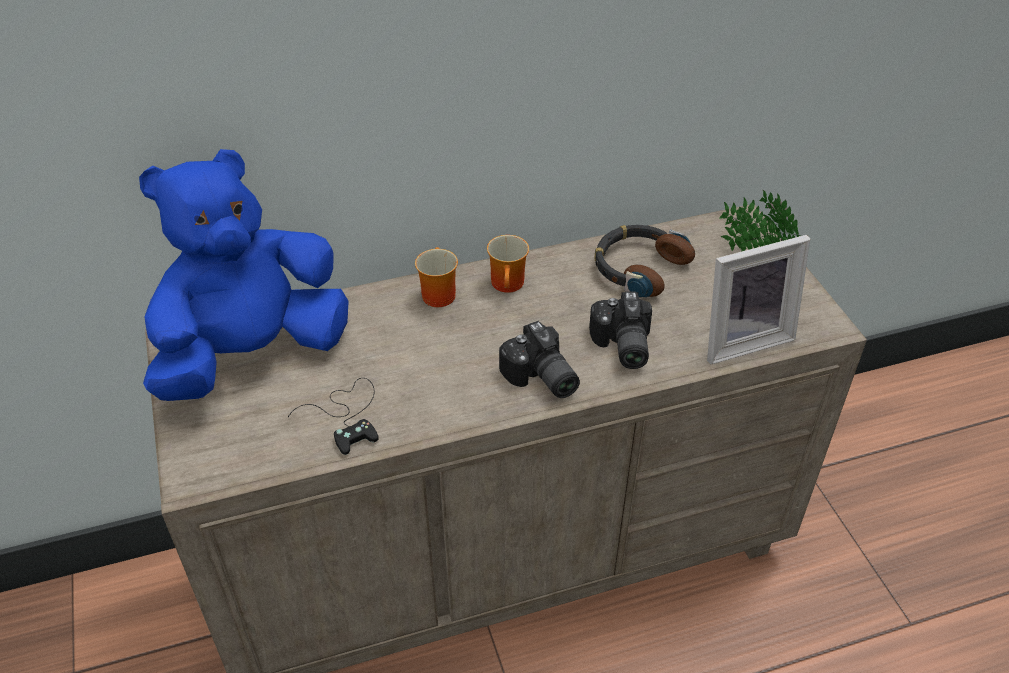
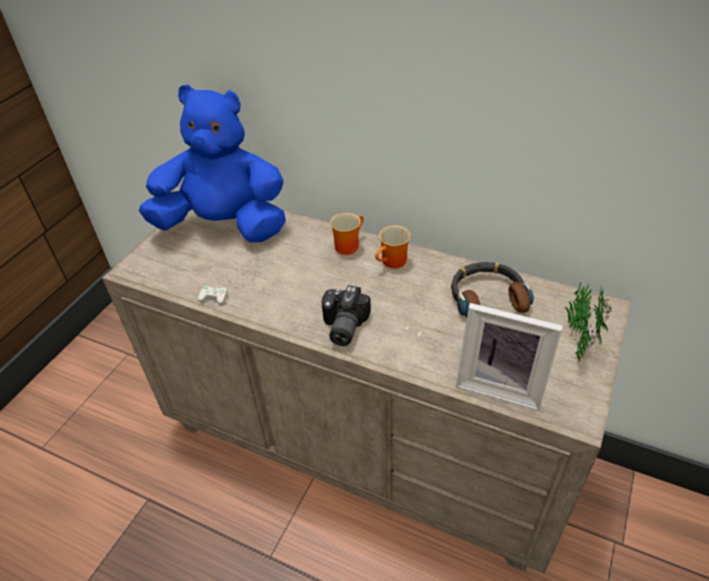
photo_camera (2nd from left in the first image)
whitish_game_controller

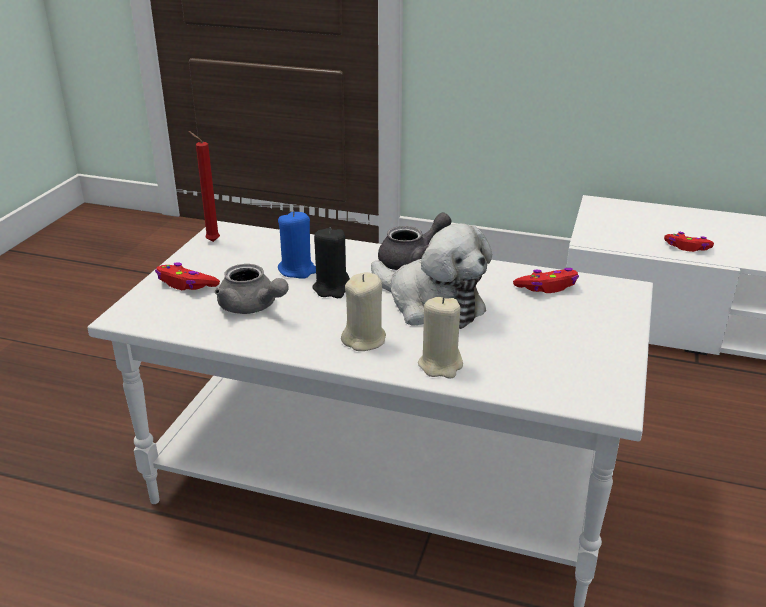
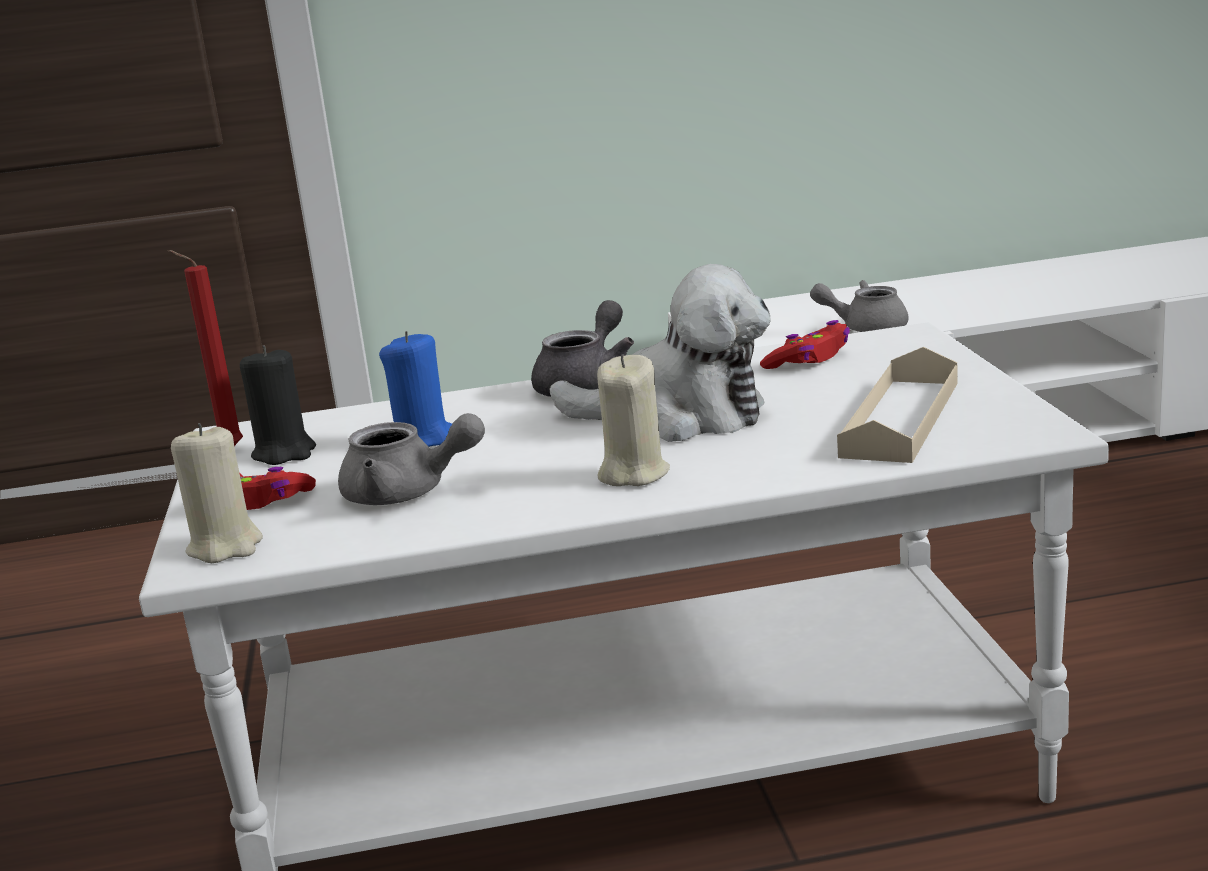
black_candle
greyish_teapot (3rd from left)
beige_candle (1st from left)
beige_tray

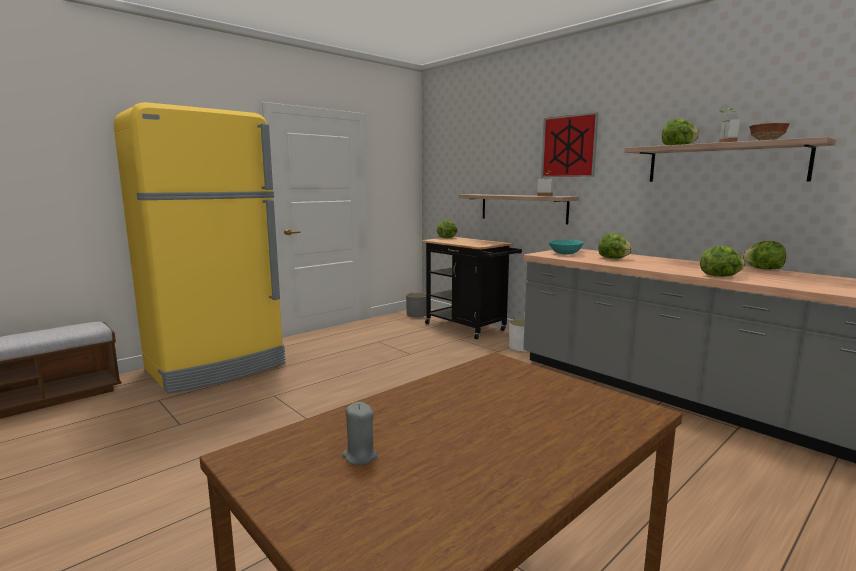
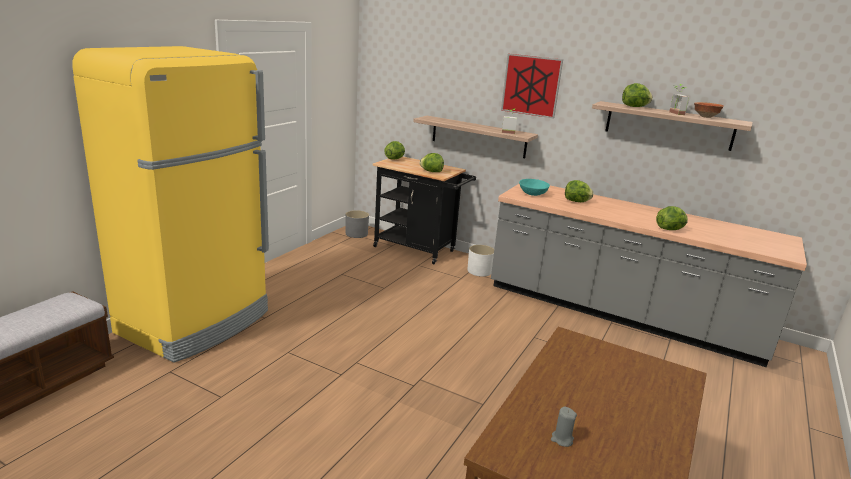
lettuce_head (2nd from left)

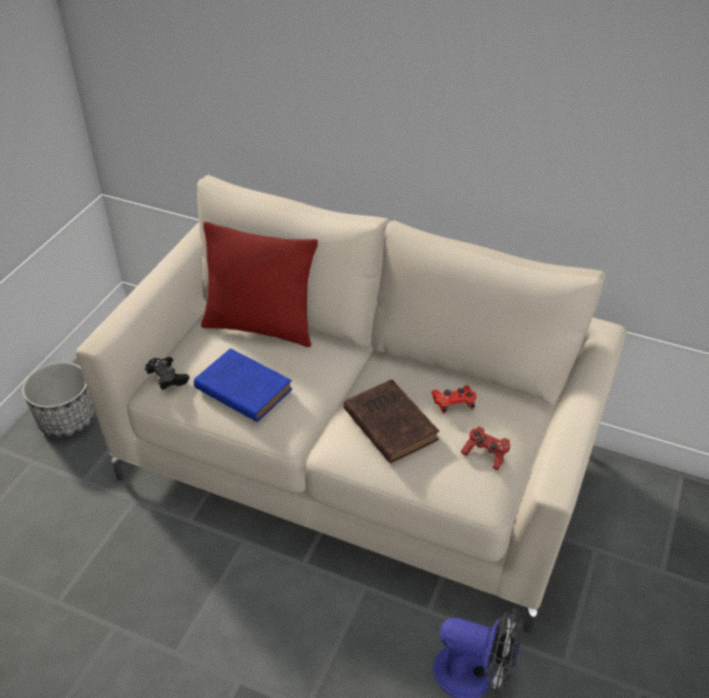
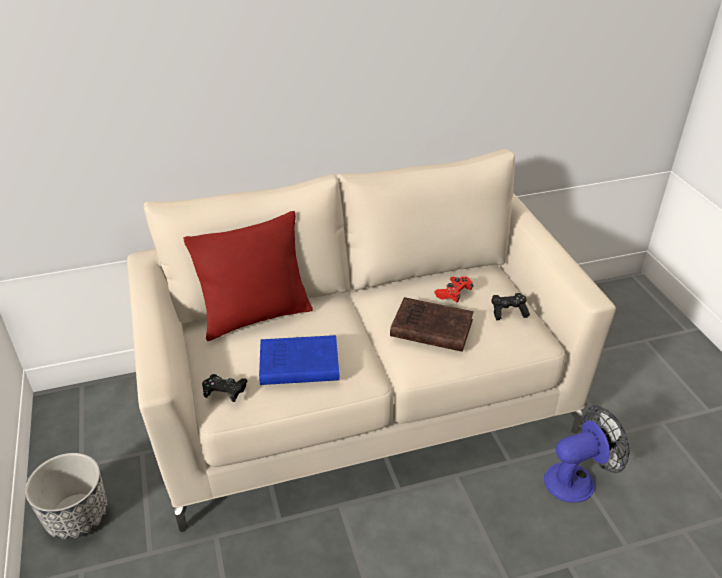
black_game_controller (2nd from left)

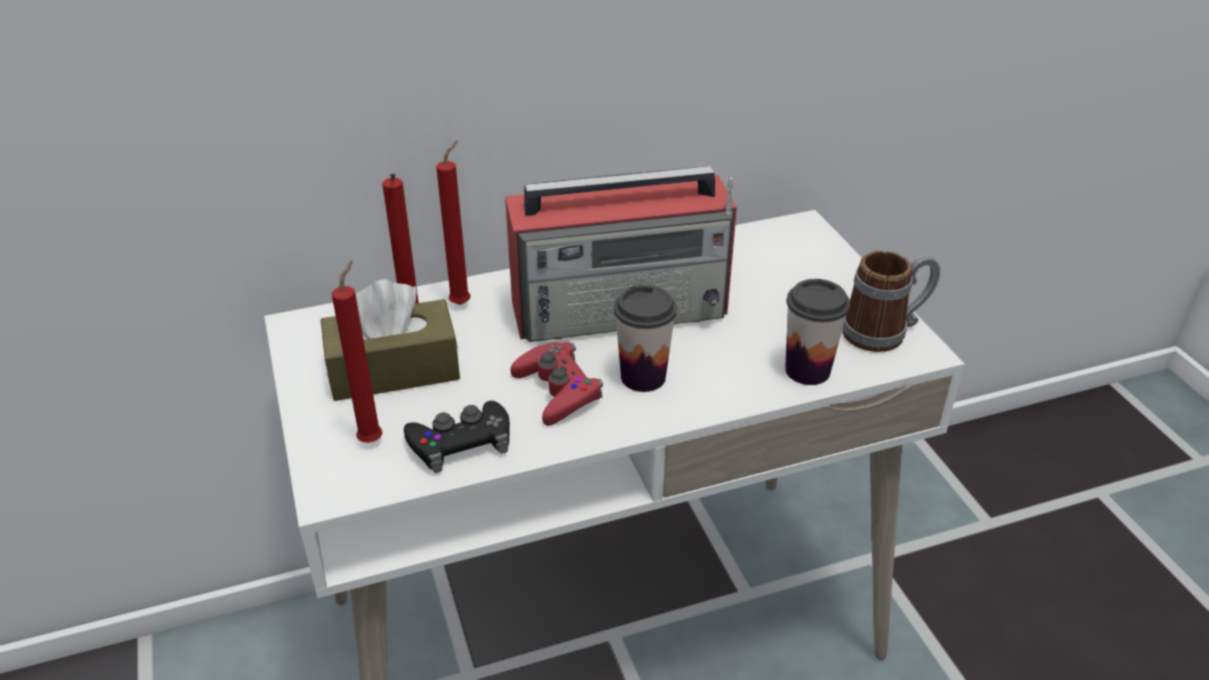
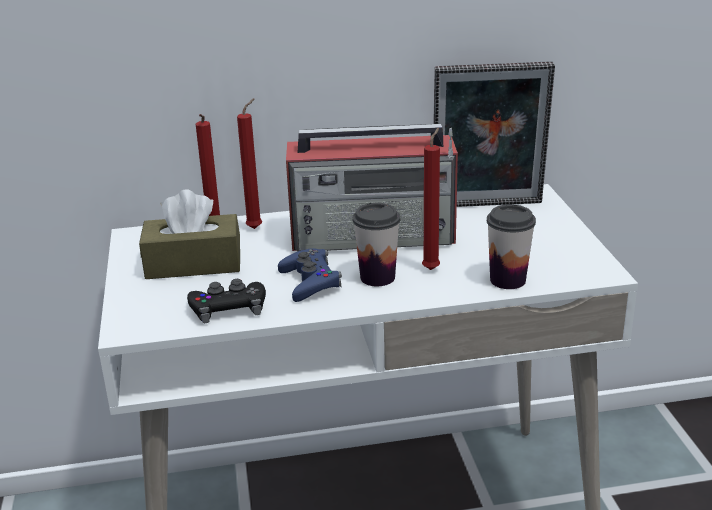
tea_mug
red-coloured_candle (3rd from left)
blue_game_controller
picture_frame

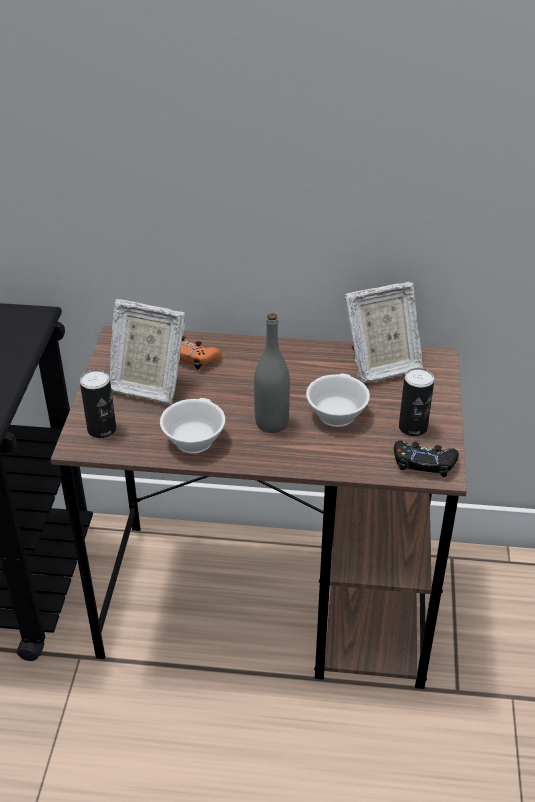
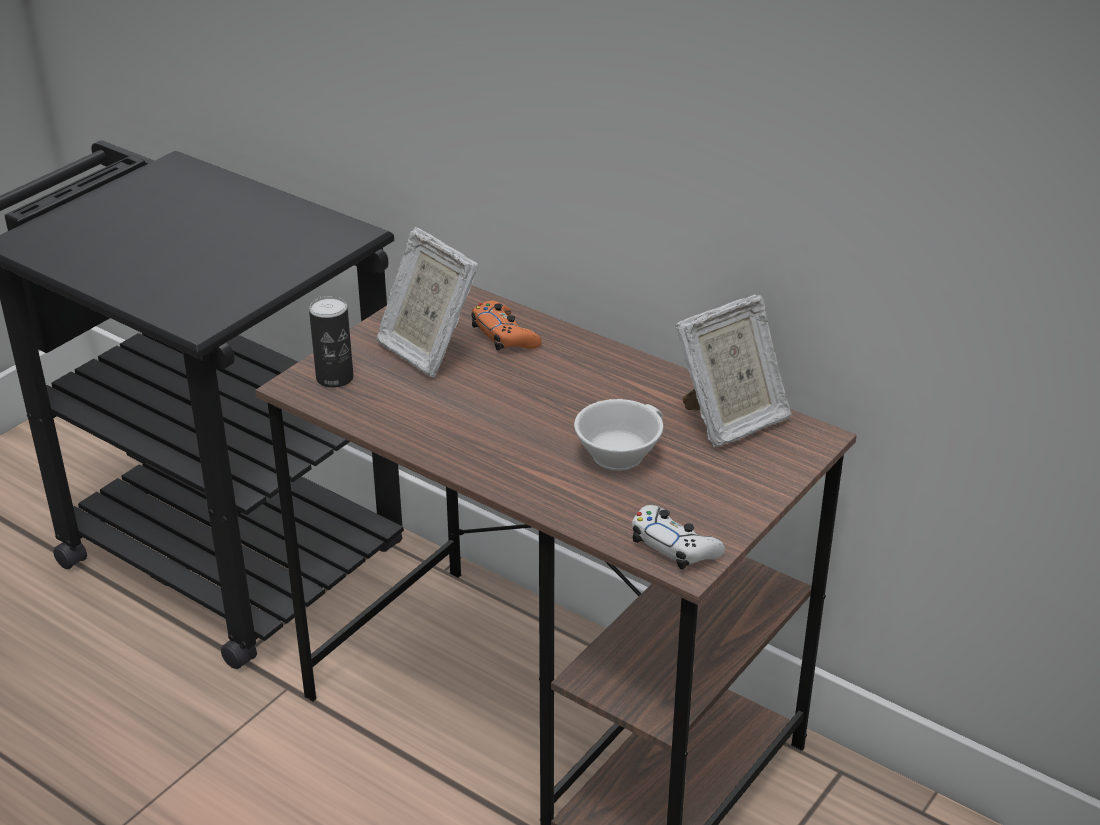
picture_frame (2nd from left)
greyish_bottle
sealed_can (2nd from left in the first image)
whitish_drinking_cup (1st from left in the first image)
whitish_game_controller

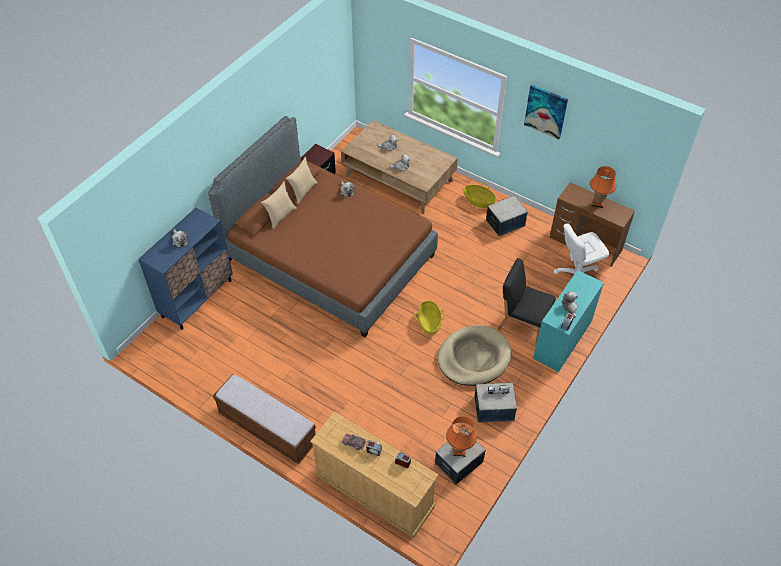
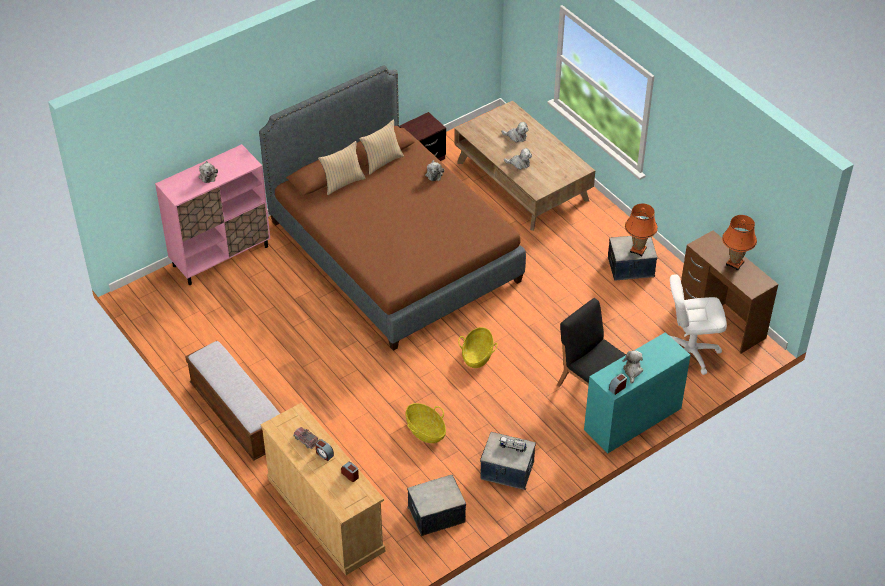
wall_art
basket (1st from left)
pink-coloured_cupboard
beige_dog_cushion
orange_table_lamp (1st from left)

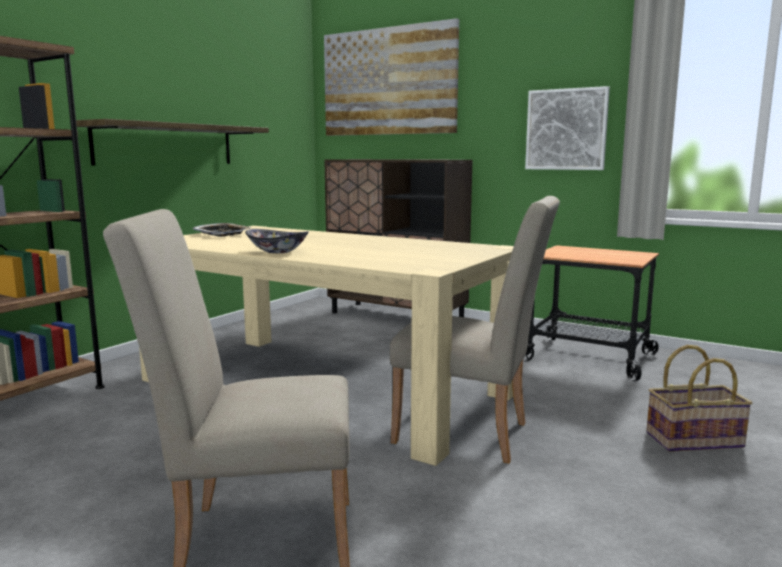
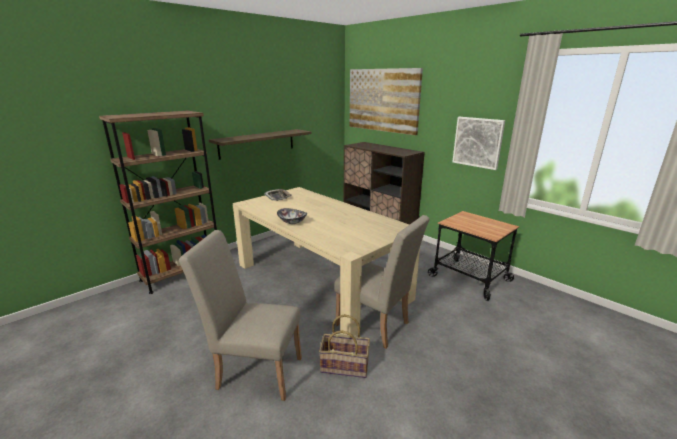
basket

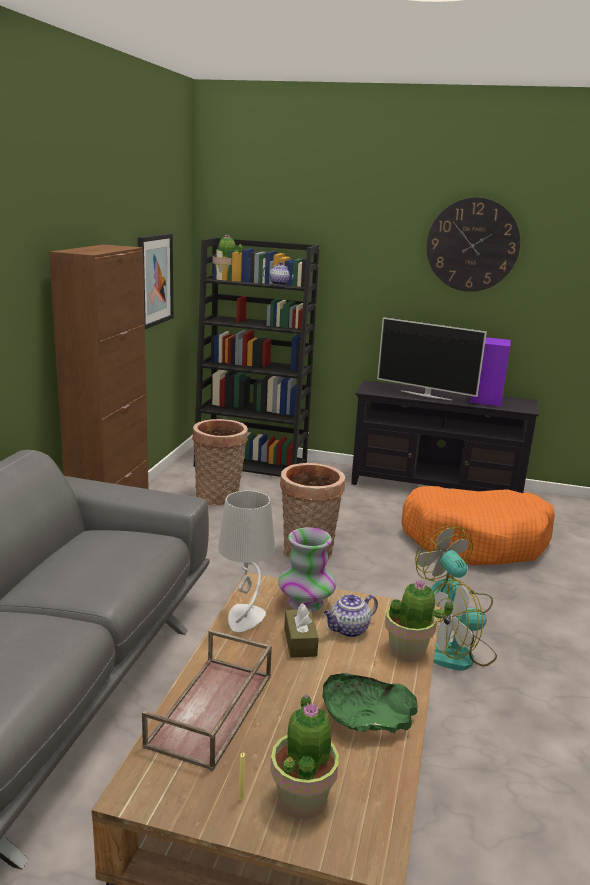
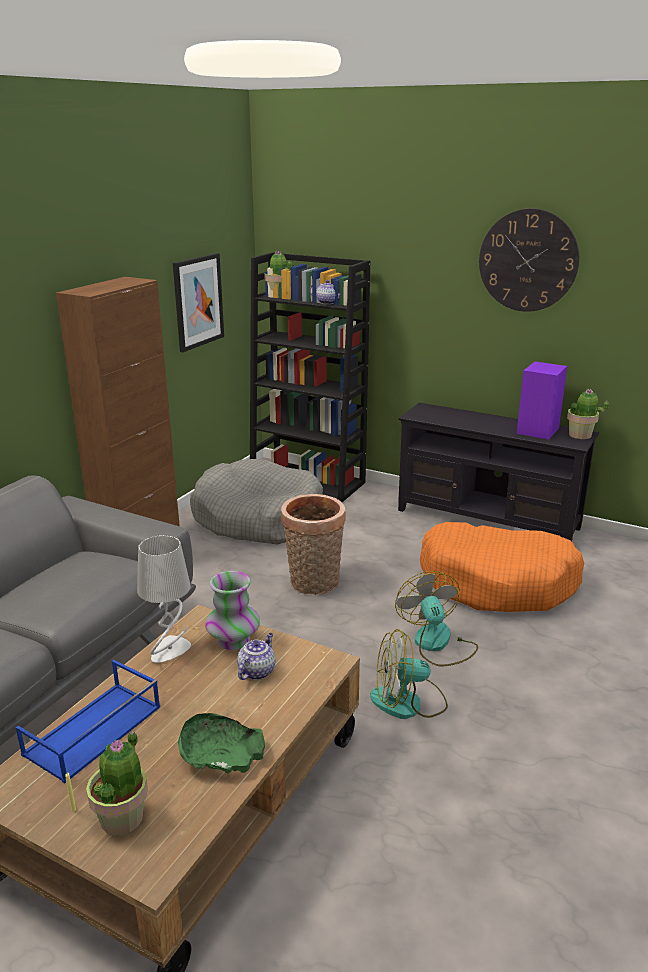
TV_set
greyish_dog_cushion
potted_plant (3rd from left)
teapot (1st from left)
brown-coloured_box_of_tissues
blue_tray

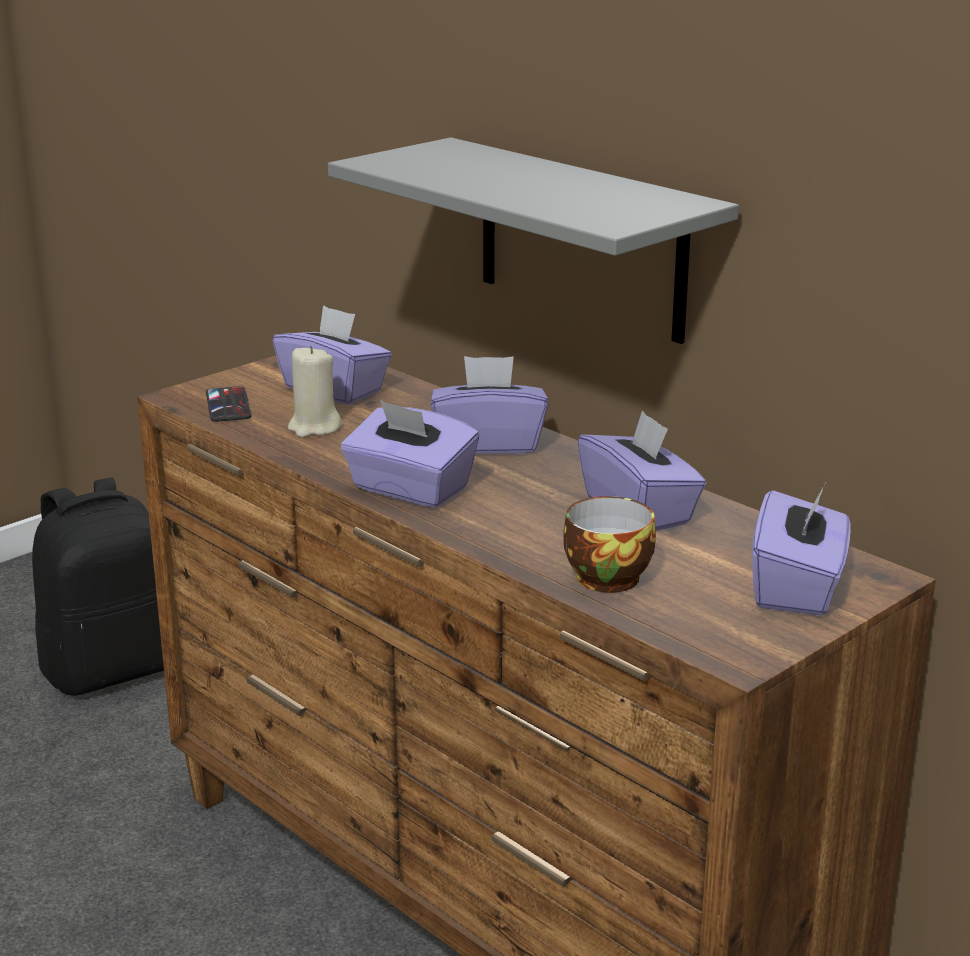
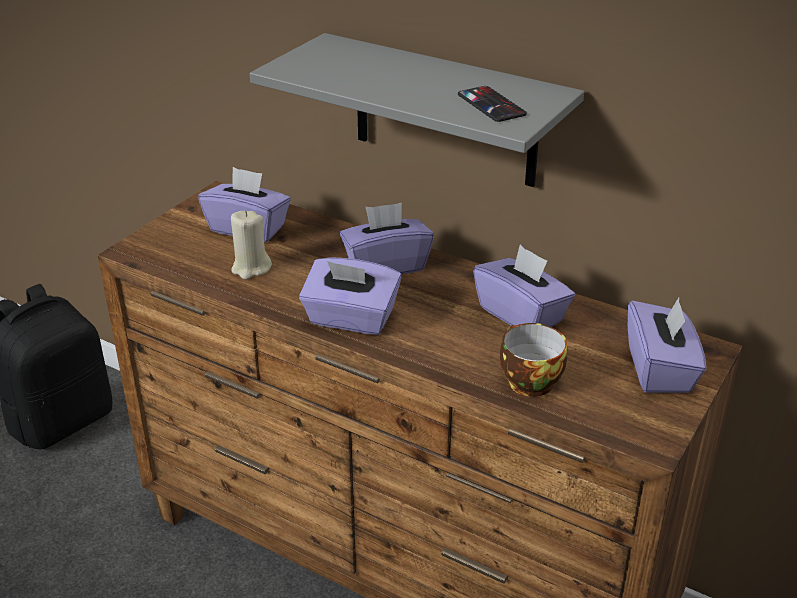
telephone

